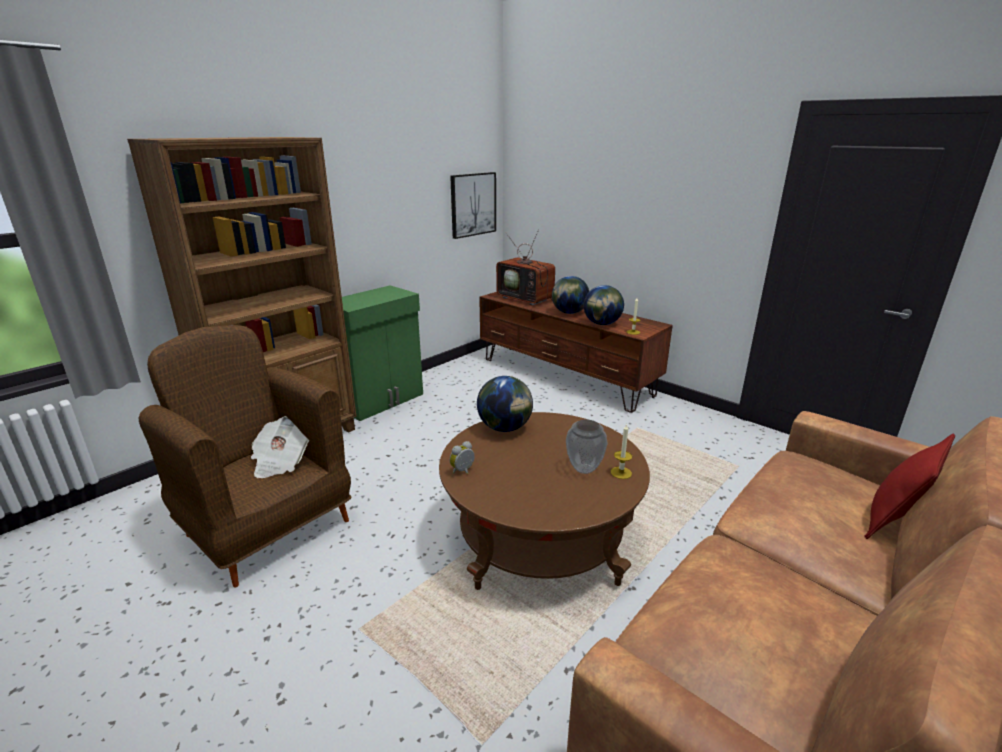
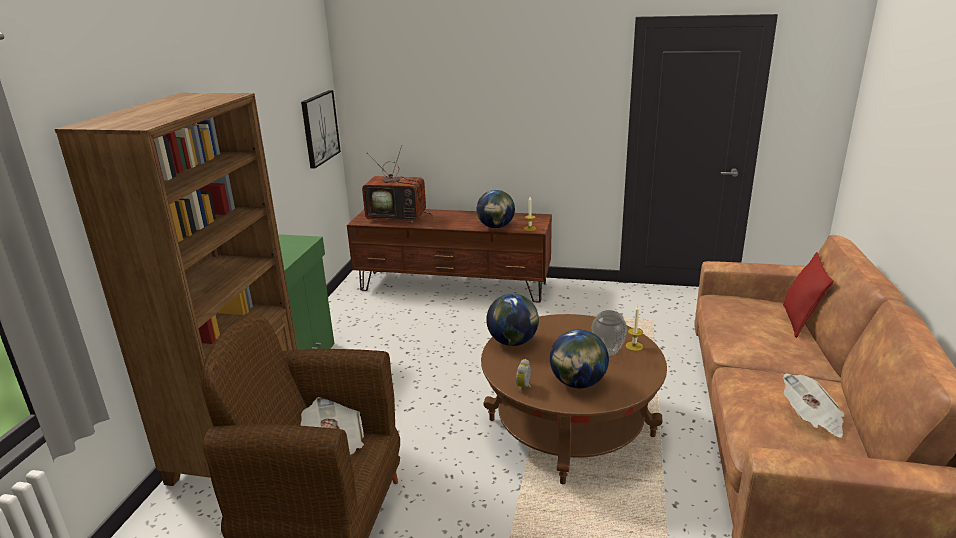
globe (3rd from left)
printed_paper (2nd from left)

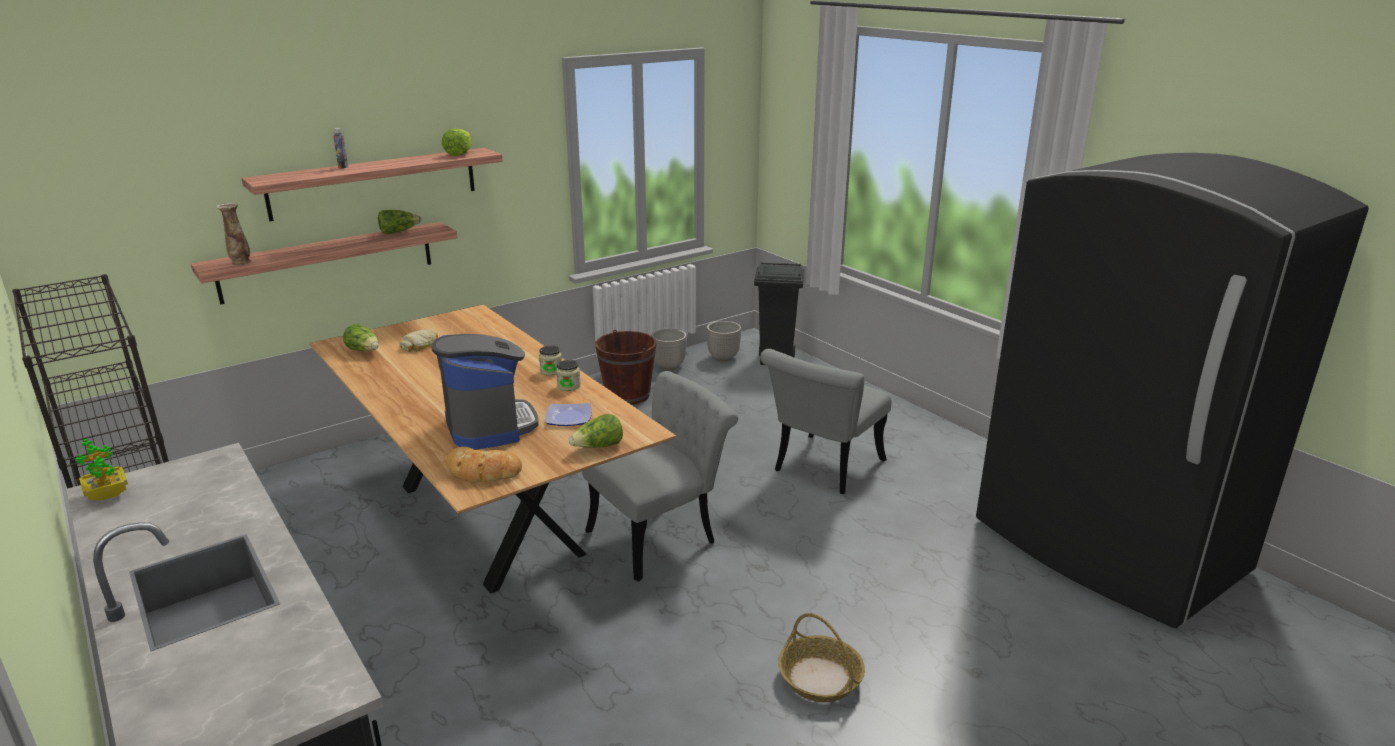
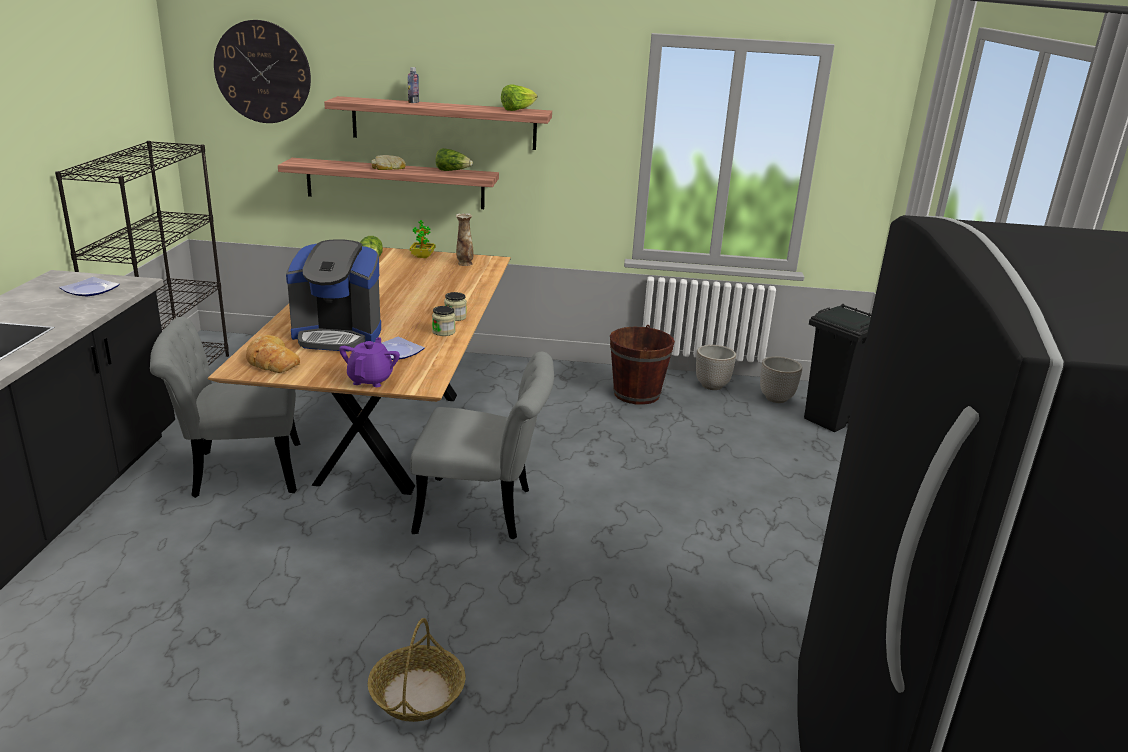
flower_vase
bread (2nd from left)
coffee_brewer
greyish_chair (1st from left)
purple_teapot
potted_plant
wall_clock
dinner_plate (1st from left)

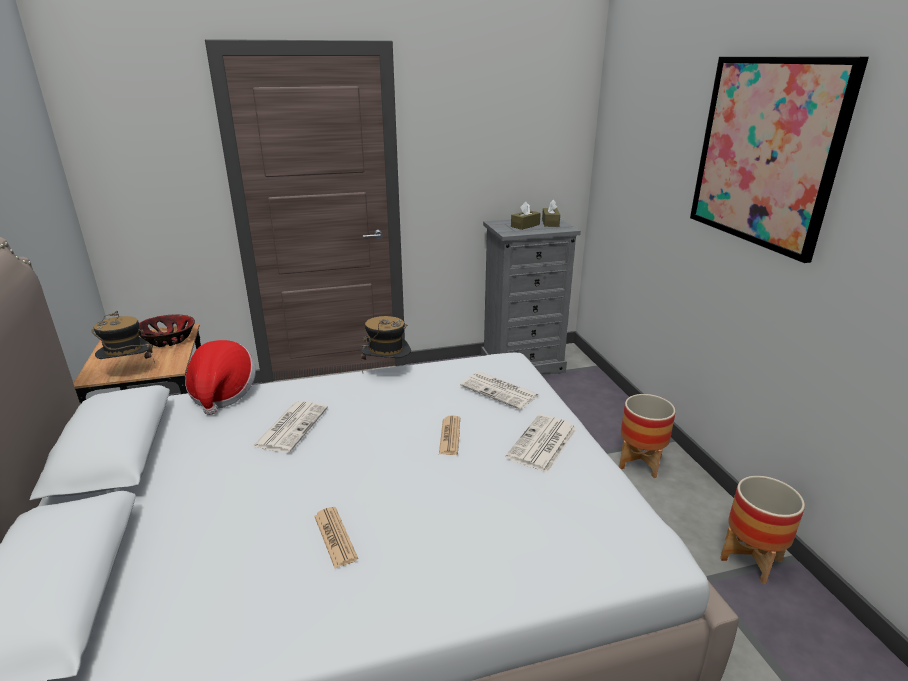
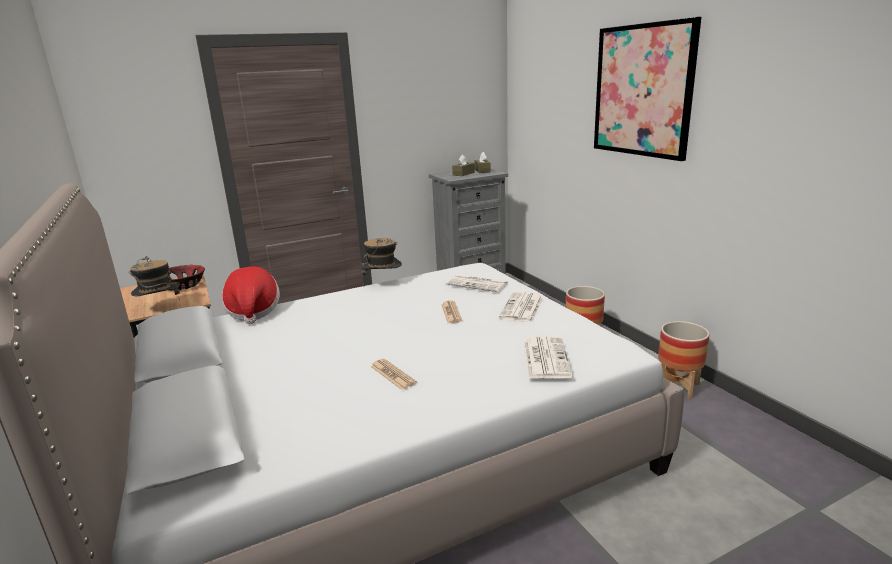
printed_paper (5th from left)

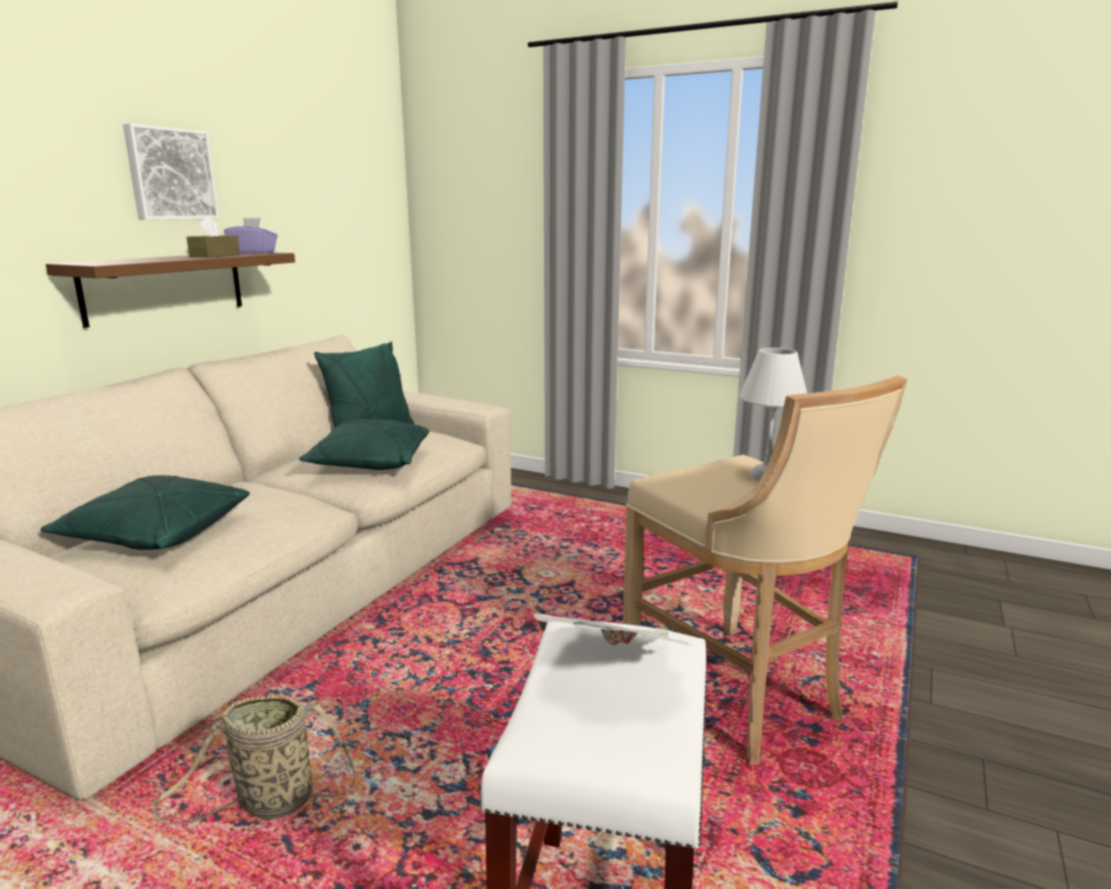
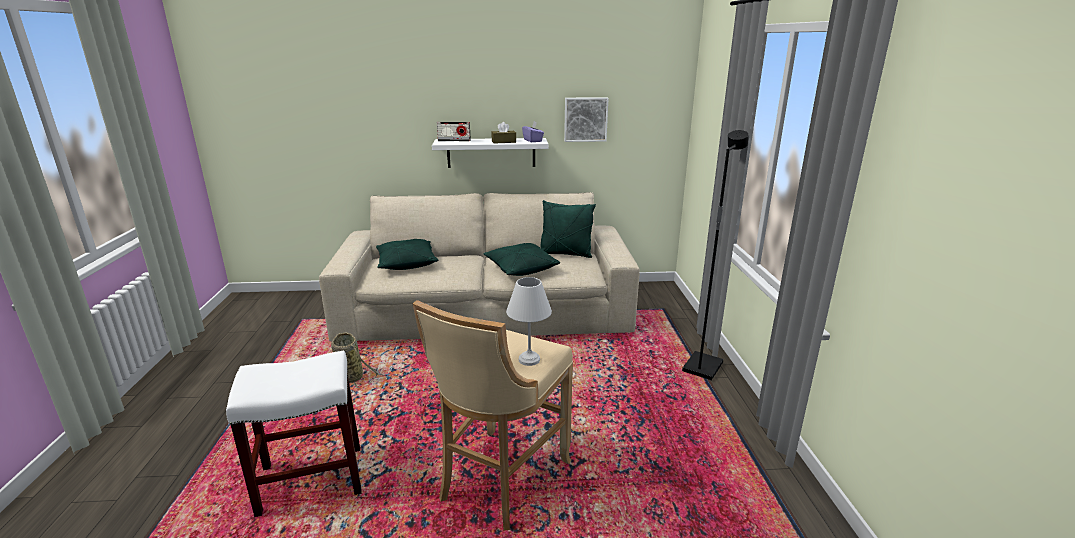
wall_art
whitish_bracket_shelf
printed_paper
radio
black_standard_lamp

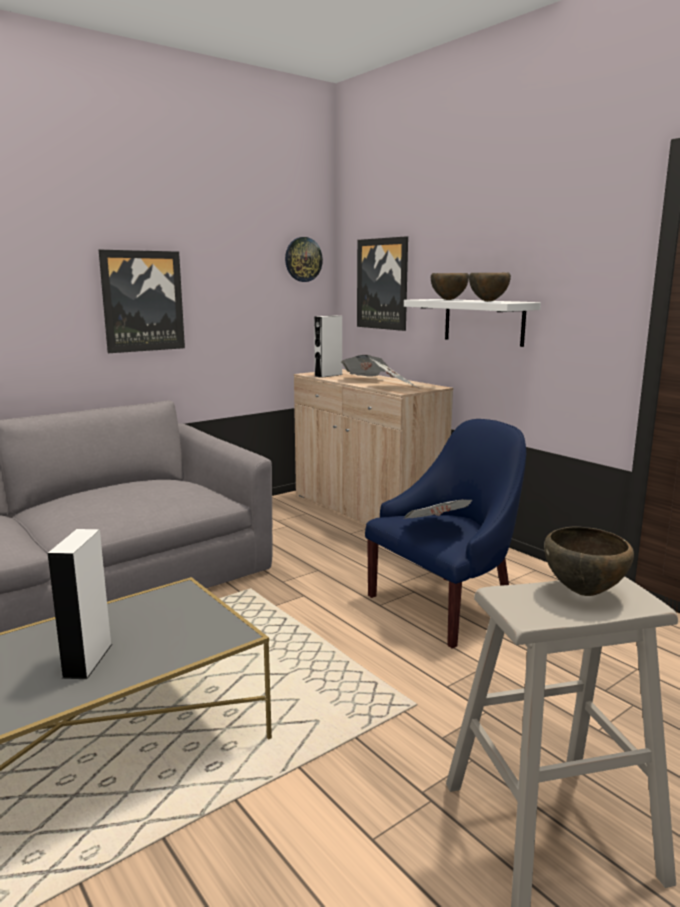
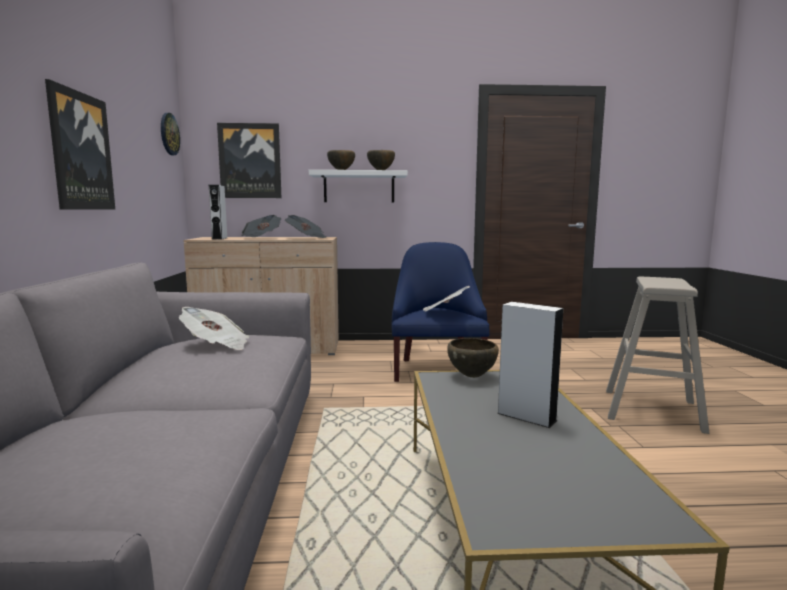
brown-coloured_serving_bowl (3rd from left)
printed_paper (1st from left)

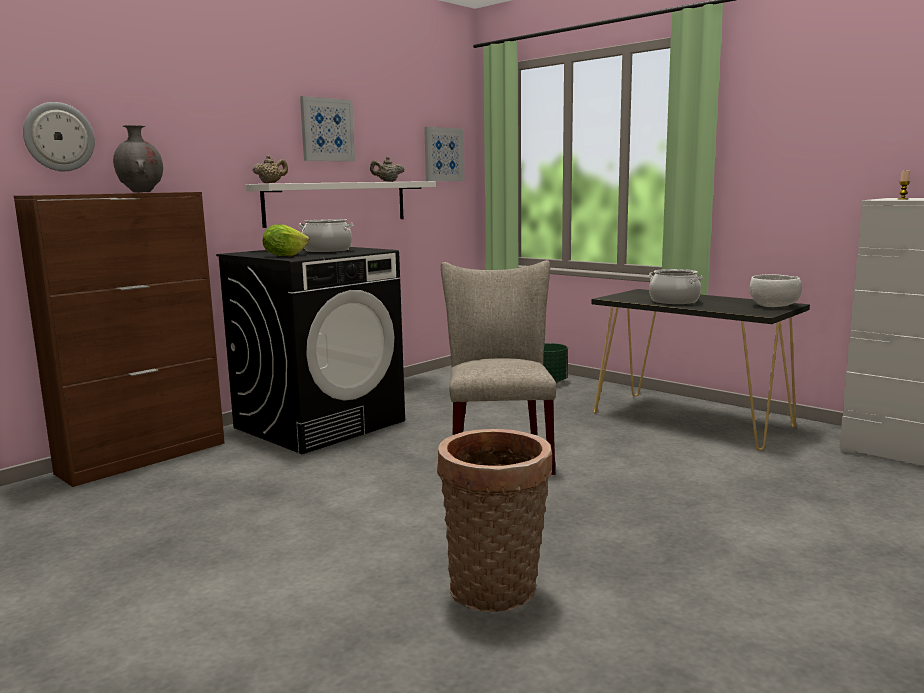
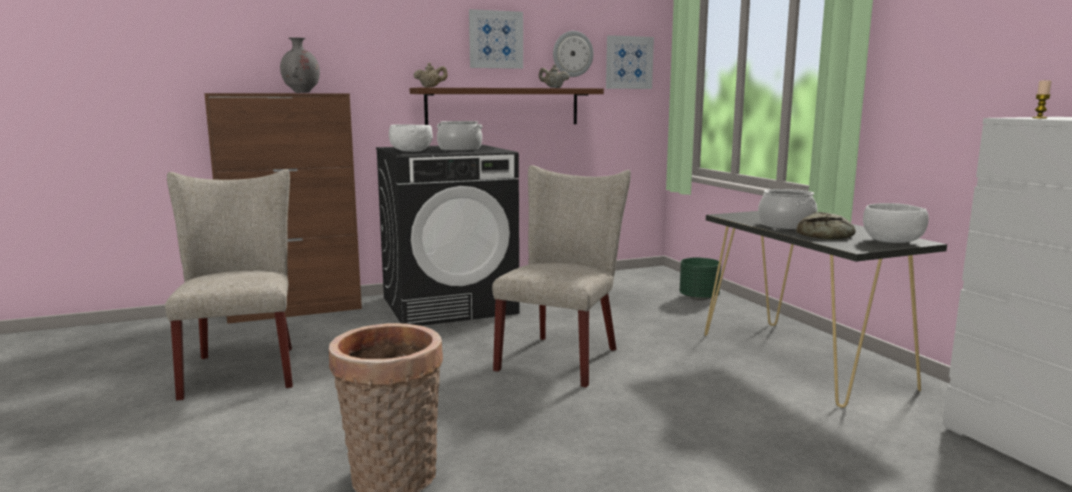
wall_clock
brown-coloured_bracket_shelf
whitish_serving_bowl (1st from left)
beige_chair (1st from left)
bread

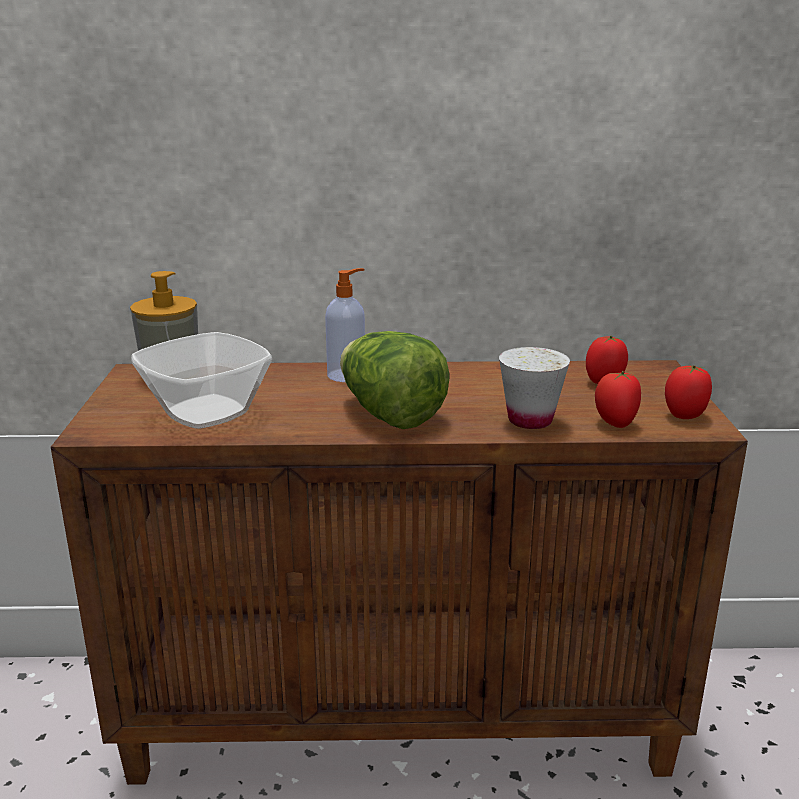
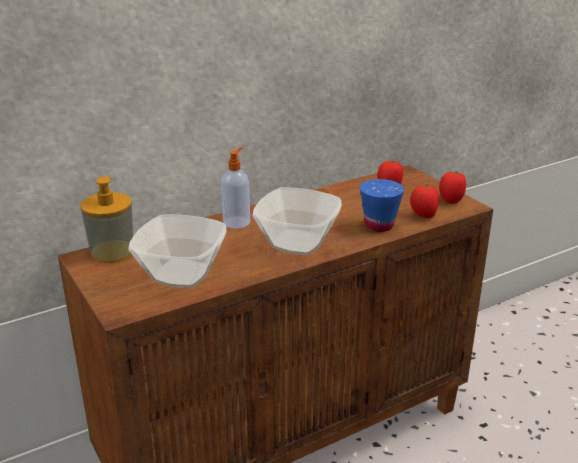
serving_bowl (2nd from left)
blue_drinking_cup

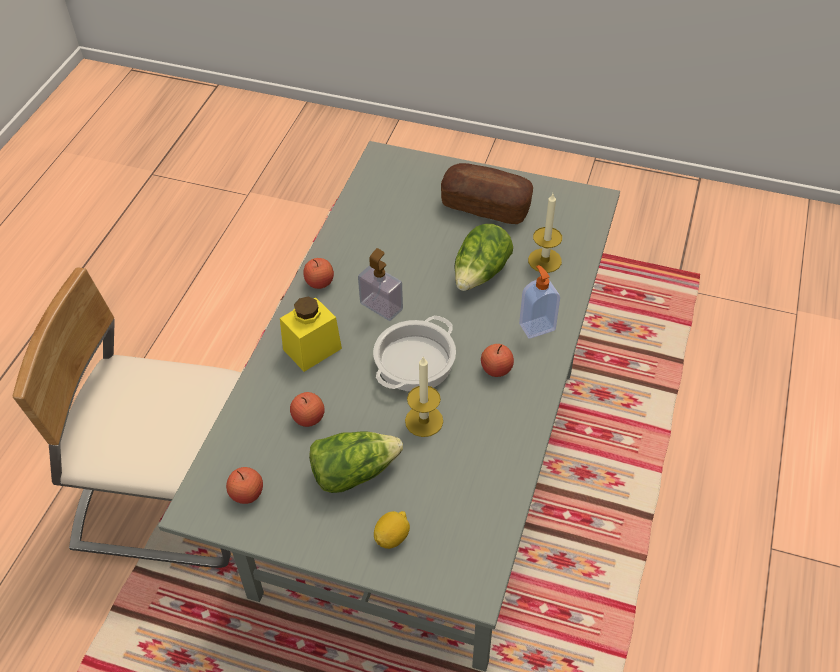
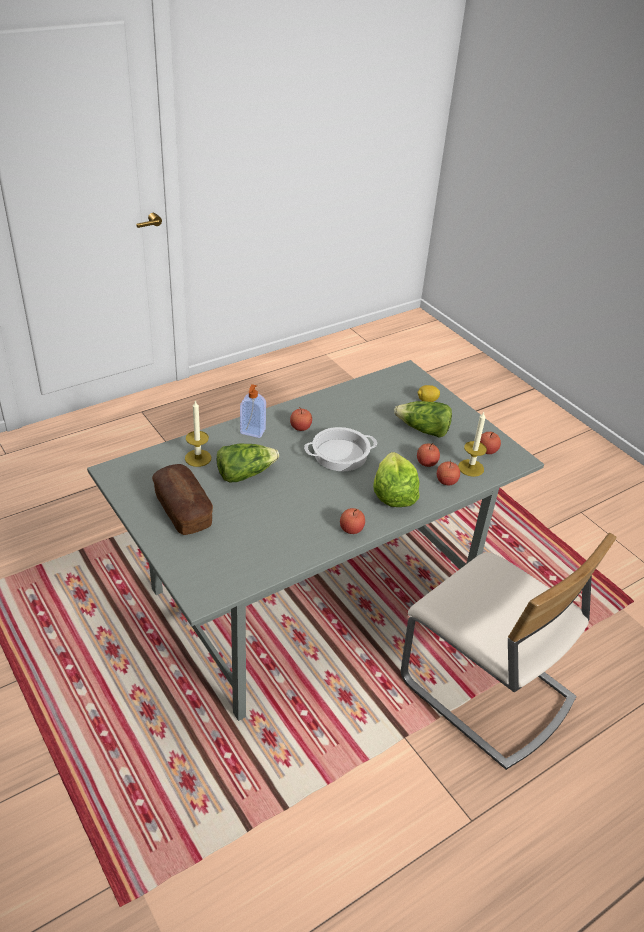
liquid_soap_bottle (1st from left in the first image)
lettuce_head (2nd from left)
candle (2nd from left)
apple (4th from left)

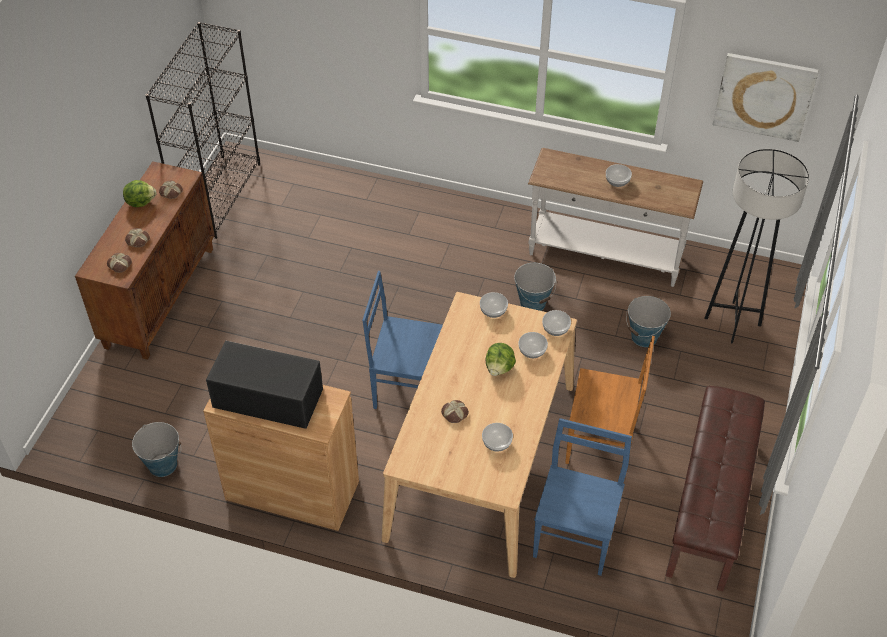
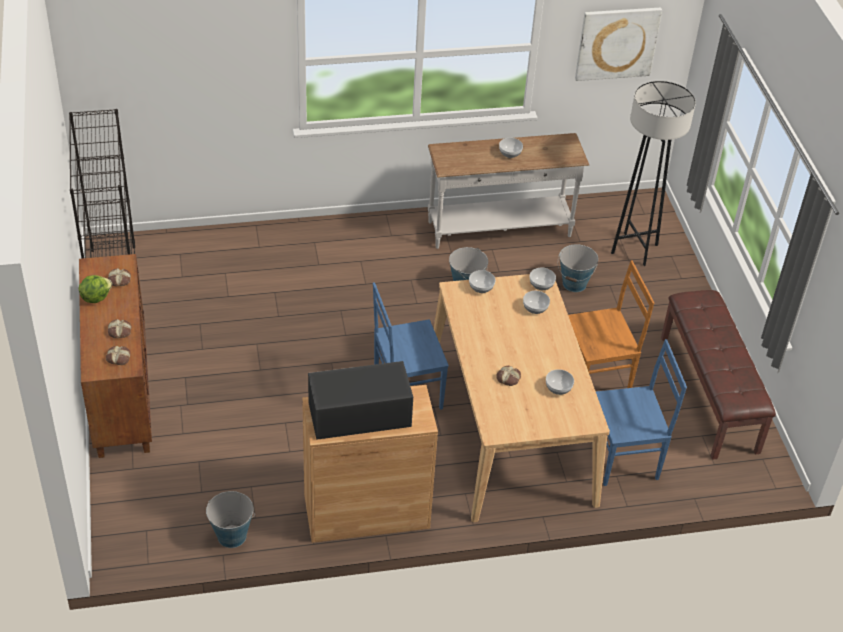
lettuce_head (2nd from left in the first image)
blue_chair (2nd from left)

